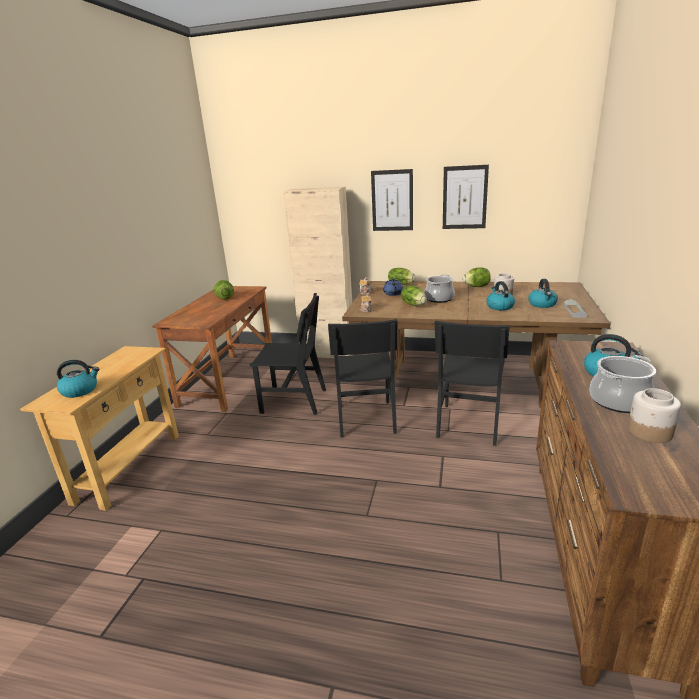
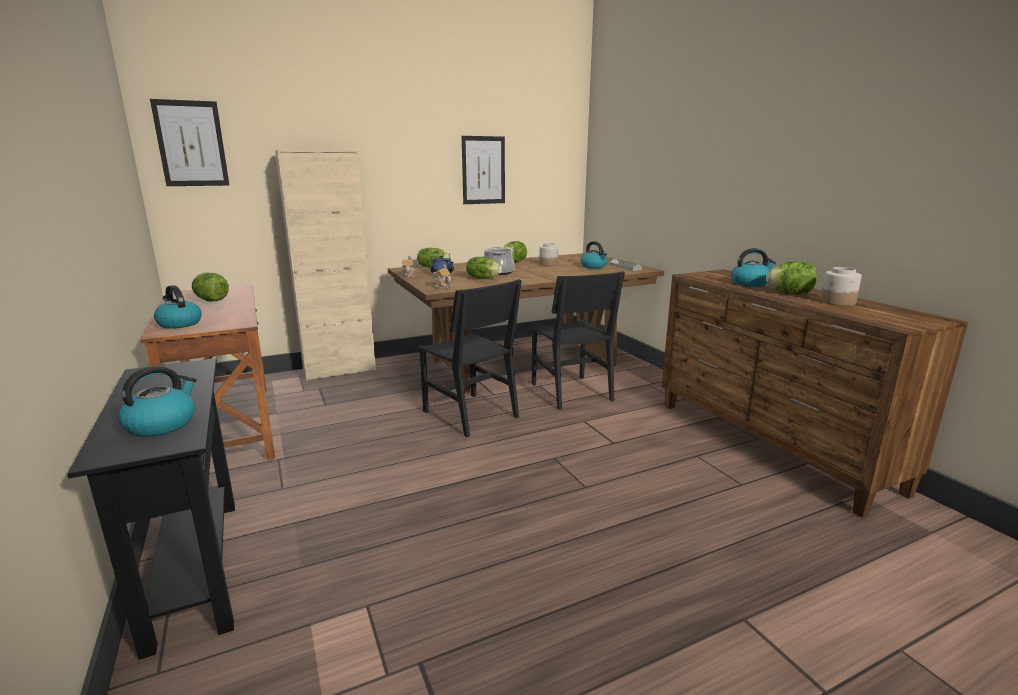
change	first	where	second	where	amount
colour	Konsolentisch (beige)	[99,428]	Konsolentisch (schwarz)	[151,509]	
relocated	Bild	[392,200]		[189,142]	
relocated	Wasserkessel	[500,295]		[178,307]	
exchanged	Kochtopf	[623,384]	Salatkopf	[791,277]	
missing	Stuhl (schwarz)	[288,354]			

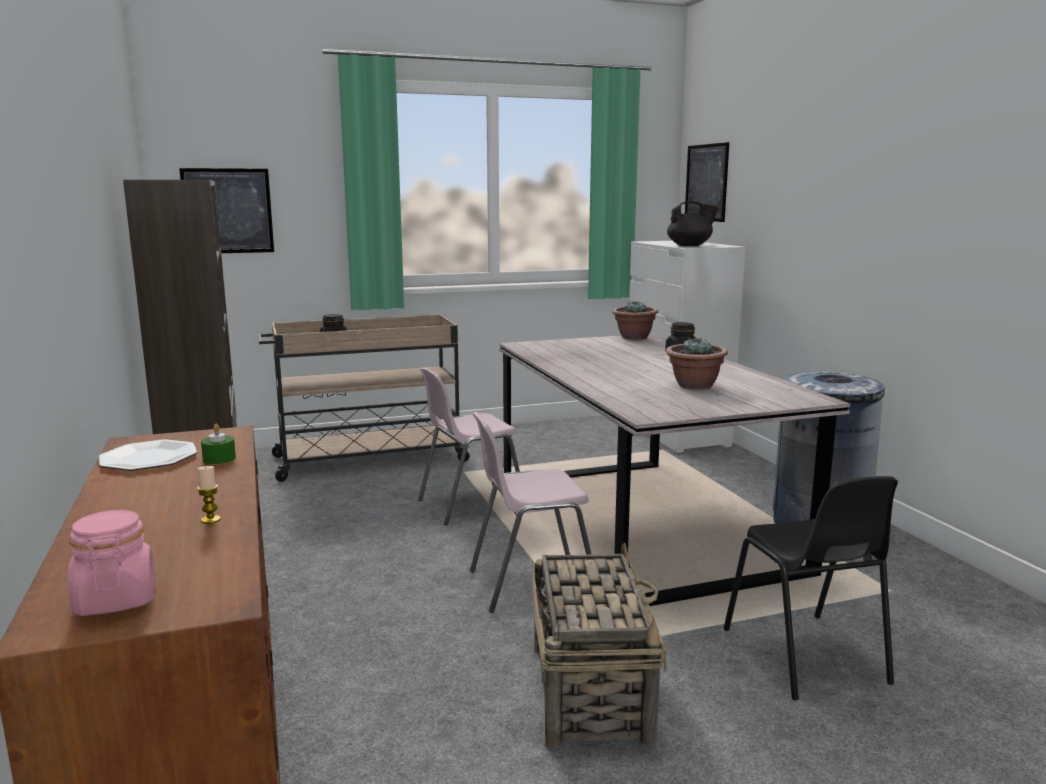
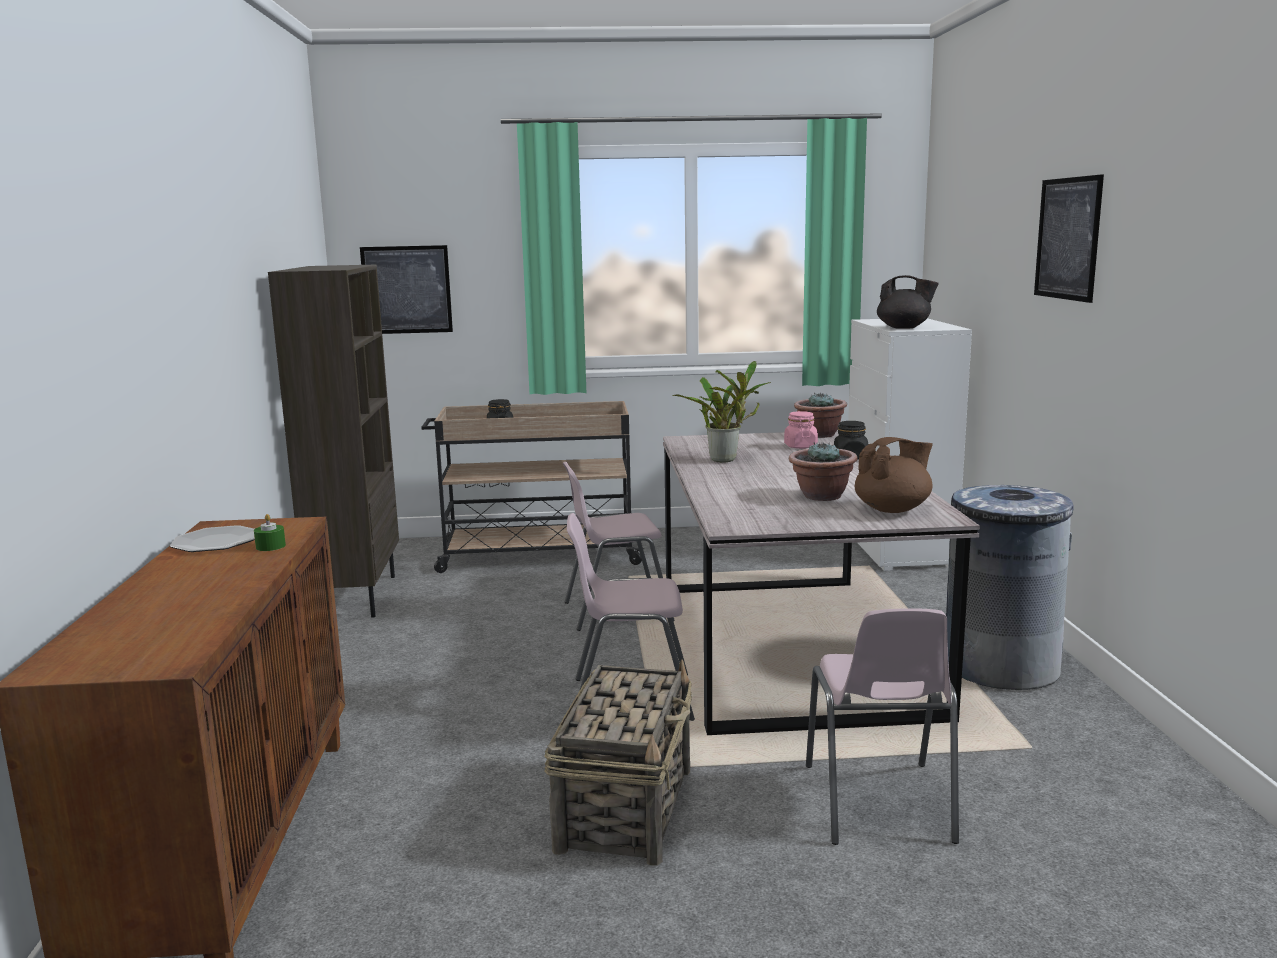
change	first	where	second	where	amount
appeared			Topfpflanze	[722,412]	
relocated	Vorratsglas (rosa)	[111,563]		[801,430]	
colour	Stuhl (schwarz)	[811,588]	Stuhl (rosa)	[882,726]	
appeared			Teekanne (braun)	[894,475]	
relocated	Bild	[707,182]		[1069,238]	
missing	Kerze	[209,495]			

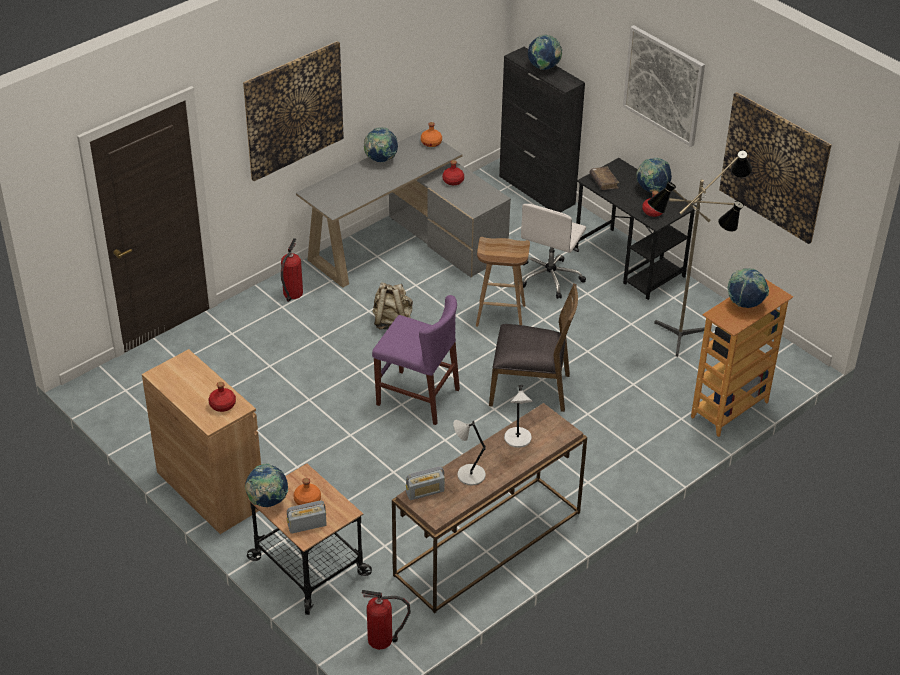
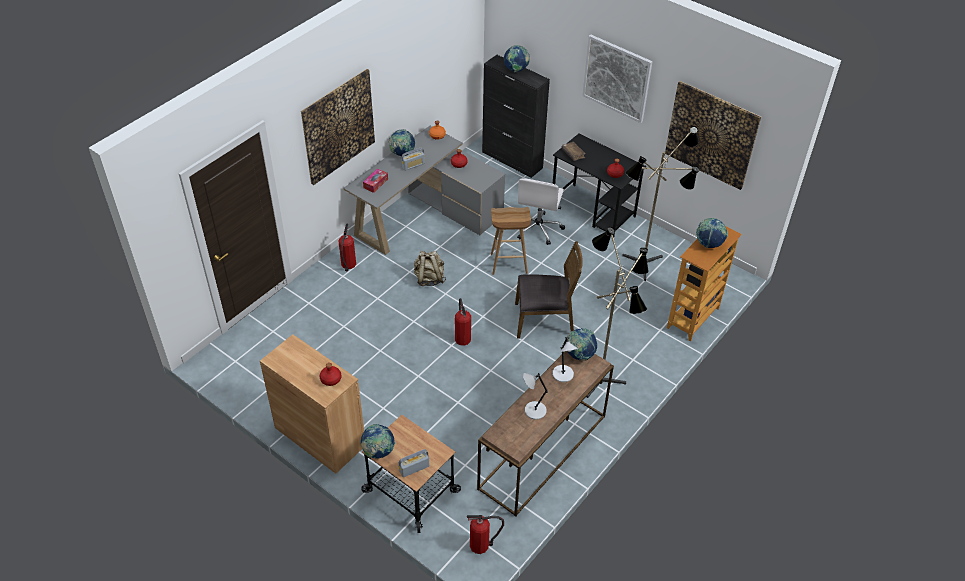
change	first	where	second	where	amount
appeared			Taschentuchbox	[375,181]	
relocated	Radio	[425,483]		[413,159]	
exchanged	Stuhl (lila)	[416,360]	Feuerlöscher	[463,322]	
relocated	Globus	[654,175]		[581,344]	
appeared			Stehlampe	[617,312]	
missing	Flasche (orange)	[307,493]			

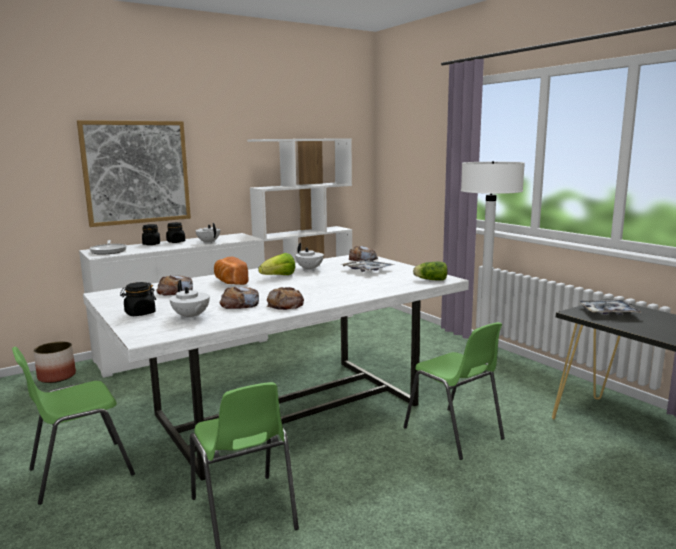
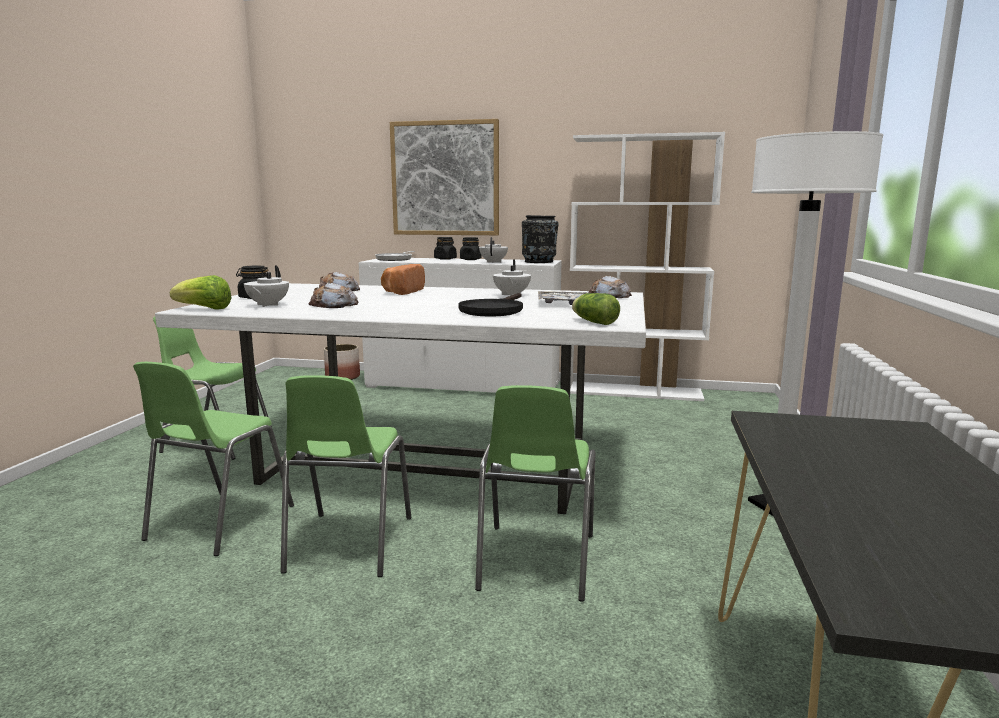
change	first	where	second	where	amount
relocated	Salatkopf	[276,264]		[200,292]	
appeared			Stuhl (grün)	[346,476]	
appeared			Pfanne (schwarz)	[490,305]	
appeared			Vase (schwarz)	[540,239]	
missing	Brot	[285,298]			
missing	Tablett	[609,307]			

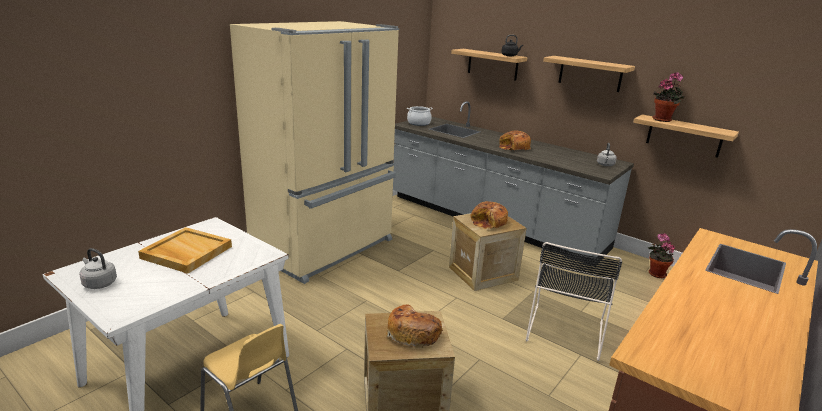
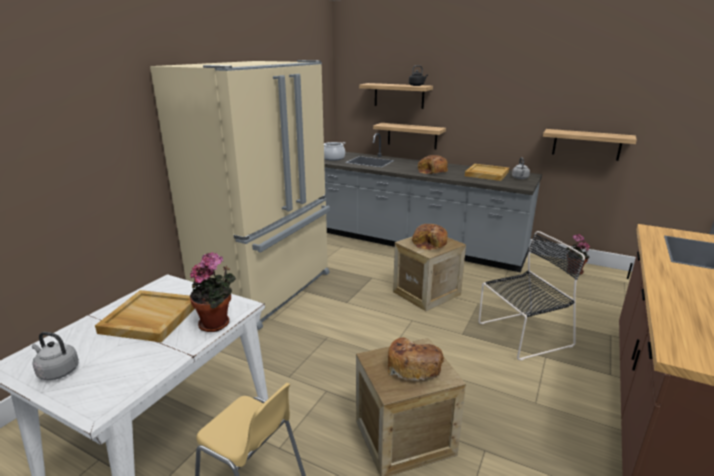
change	first	where	second	where	amount
relocated	Topfpflanze	[668,97]		[213,292]	
relocated	Wandregal	[589,74]		[409,136]	
appeared			Tablett (beige)	[487,172]	
spun	Stuhl (schwarz)	[573,301]		[532,295]	120 degrees counterclockwise

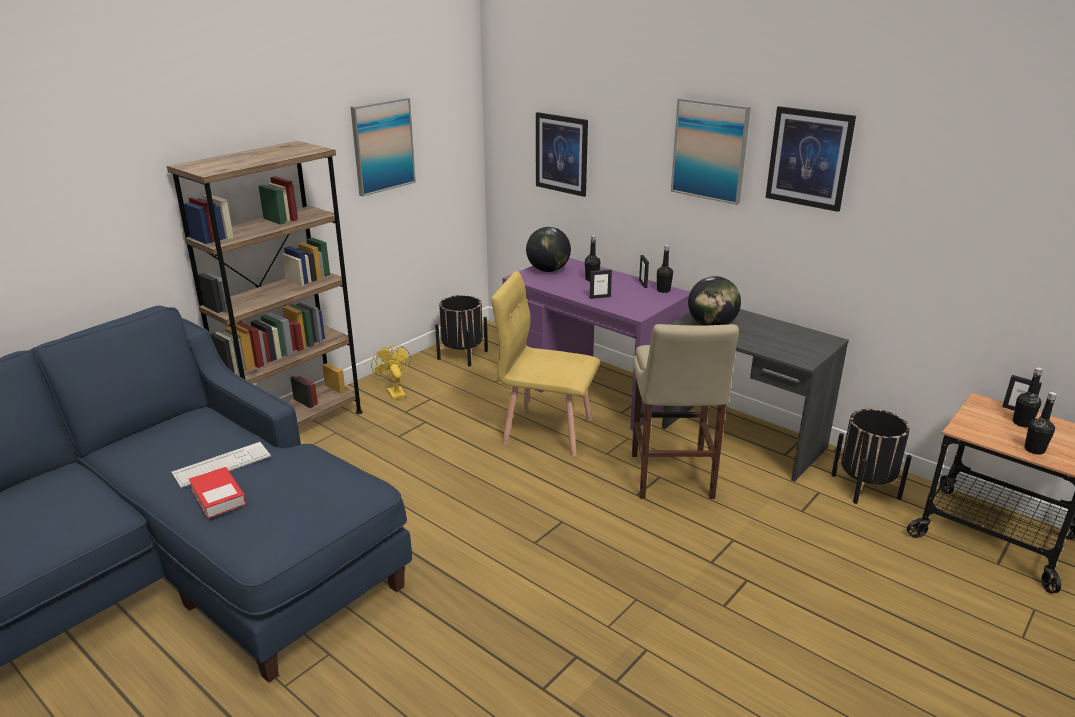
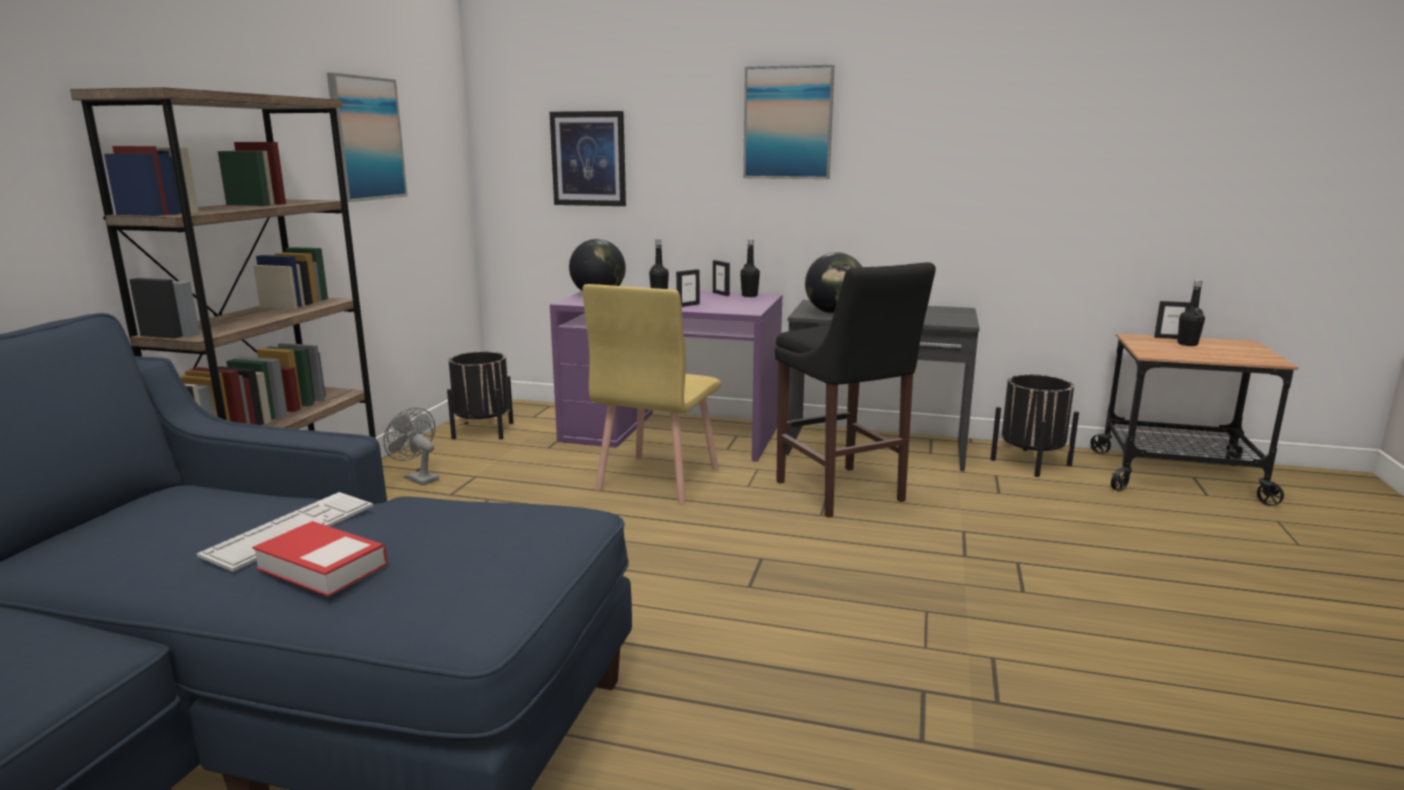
change	first	where	second	where	amount
colour	Ventilator (gelb)	[391,372]	Ventilator (grau)	[411,447]	
spun	Stuhl (gelb)	[545,363]		[652,394]	60 degrees counterclockwise
colour	Hocker (beige)	[685,411]	Hocker (schwarz)	[855,390]	
missing	Bild	[810,159]			
missing	Flasche (schwarz)	[1040,423]			

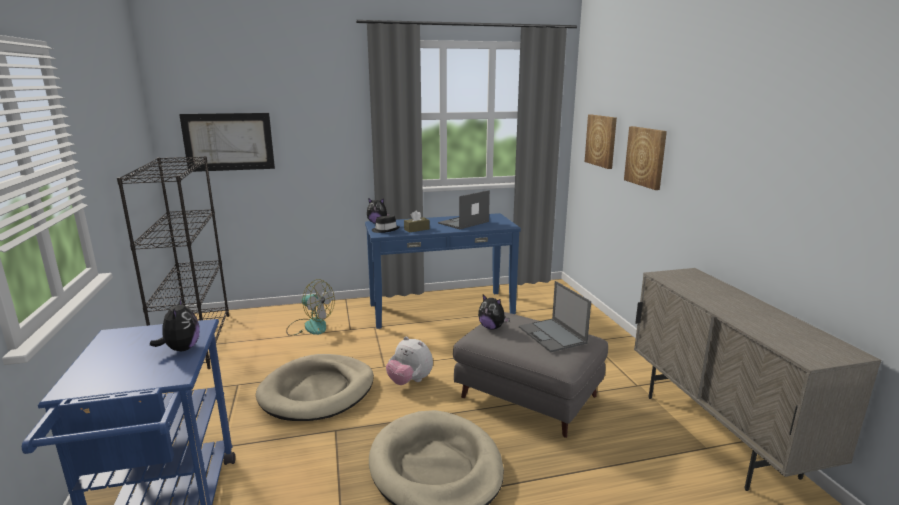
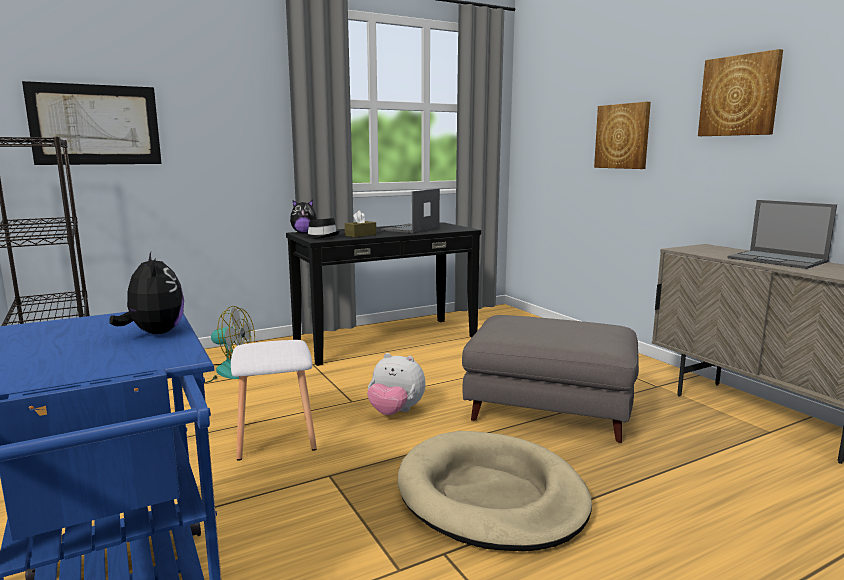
change	first	where	second	where	amount
exchanged	Hundebett (beige)	[315,387]	Hocker (weiß)	[274,400]	
colour	Konsolentisch (blau)	[443,271]	Konsolentisch (schwarz)	[383,294]	
relocated	Bild	[601,142]		[740,92]	
relocated	Laptop	[555,316]		[782,234]	
missing	Plüschtier	[493,312]			

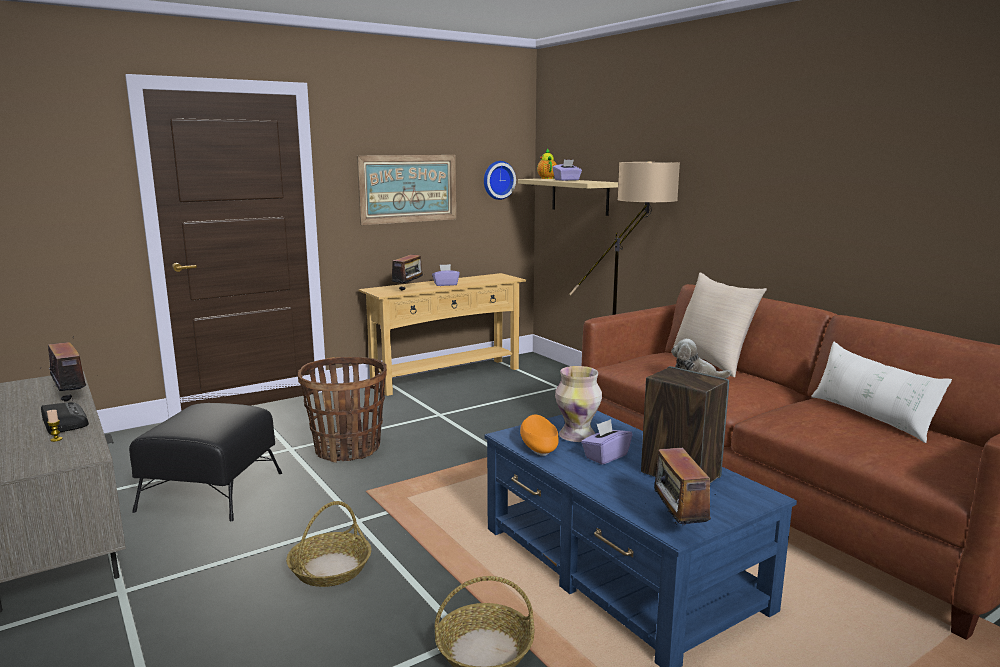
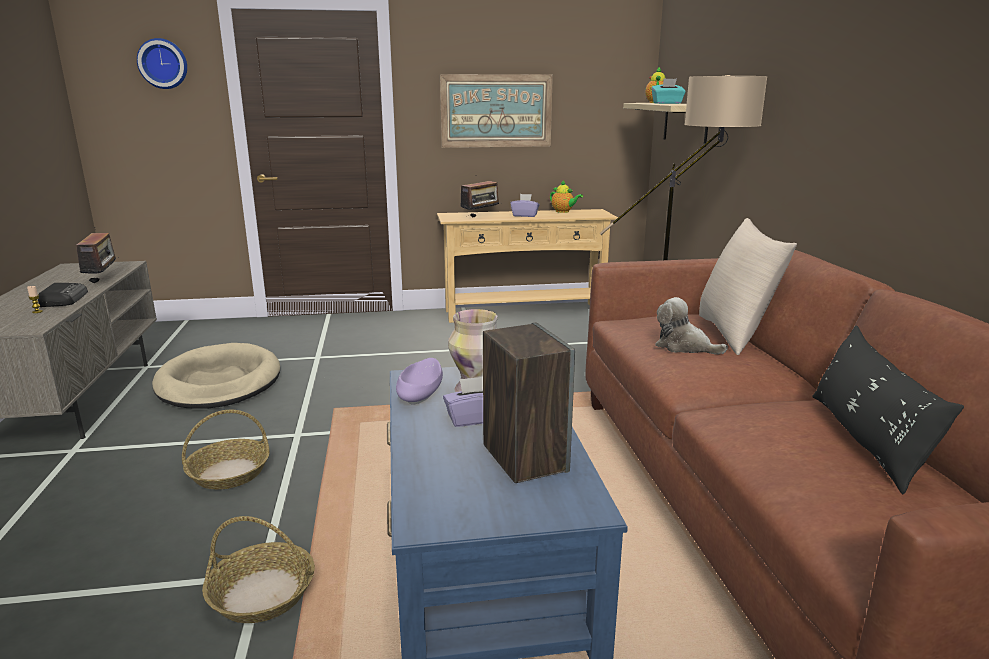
change	first	where	second	where	amount
relocated	Wanduhr	[500,180]		[162,63]	
exchanged	Polsterhocker (schwarz)	[205,462]	Hundebett (beige)	[216,376]	
colour	Schüssel (orange)	[539,435]	Schüssel (lila)	[419,381]	
appeared			Teekanne	[566,196]	
colour	Taschentuchbox (lila)	[567,170]	Taschentuchbox (türkis)	[668,91]	
colour	Kissen (weiß)	[881,392]	Kissen (schwarz)	[888,409]	
missing	Korb	[342,410]			
missing	Radio	[681,481]			

